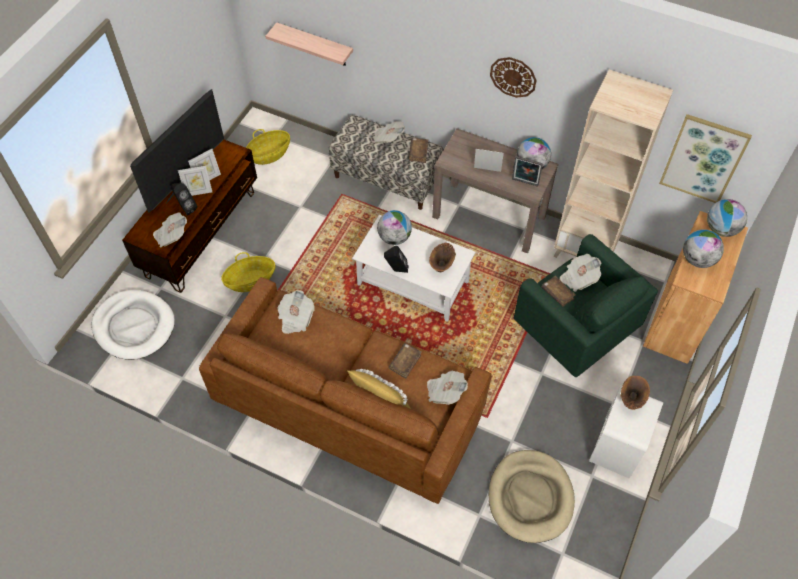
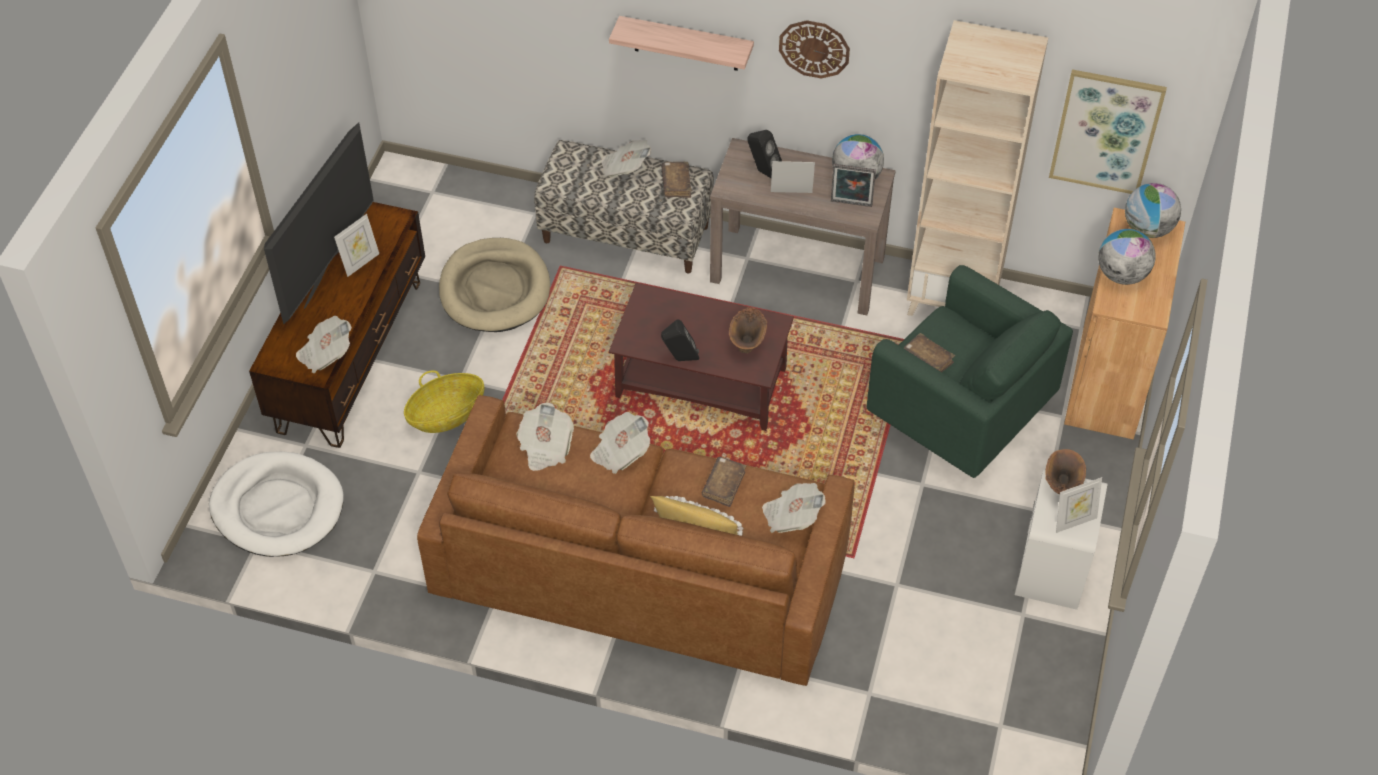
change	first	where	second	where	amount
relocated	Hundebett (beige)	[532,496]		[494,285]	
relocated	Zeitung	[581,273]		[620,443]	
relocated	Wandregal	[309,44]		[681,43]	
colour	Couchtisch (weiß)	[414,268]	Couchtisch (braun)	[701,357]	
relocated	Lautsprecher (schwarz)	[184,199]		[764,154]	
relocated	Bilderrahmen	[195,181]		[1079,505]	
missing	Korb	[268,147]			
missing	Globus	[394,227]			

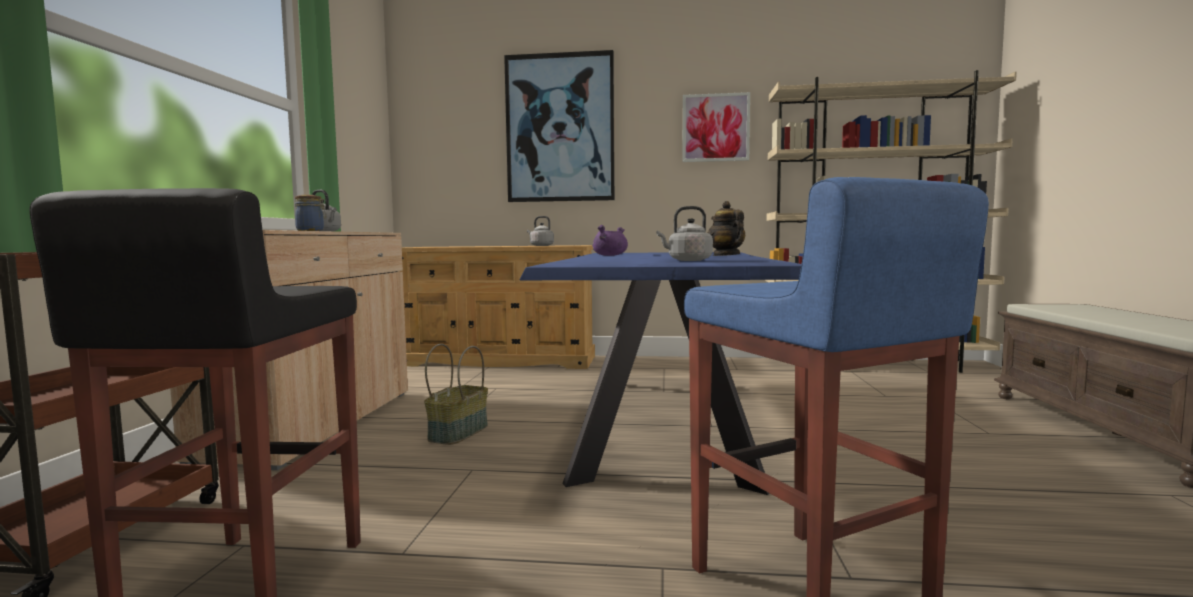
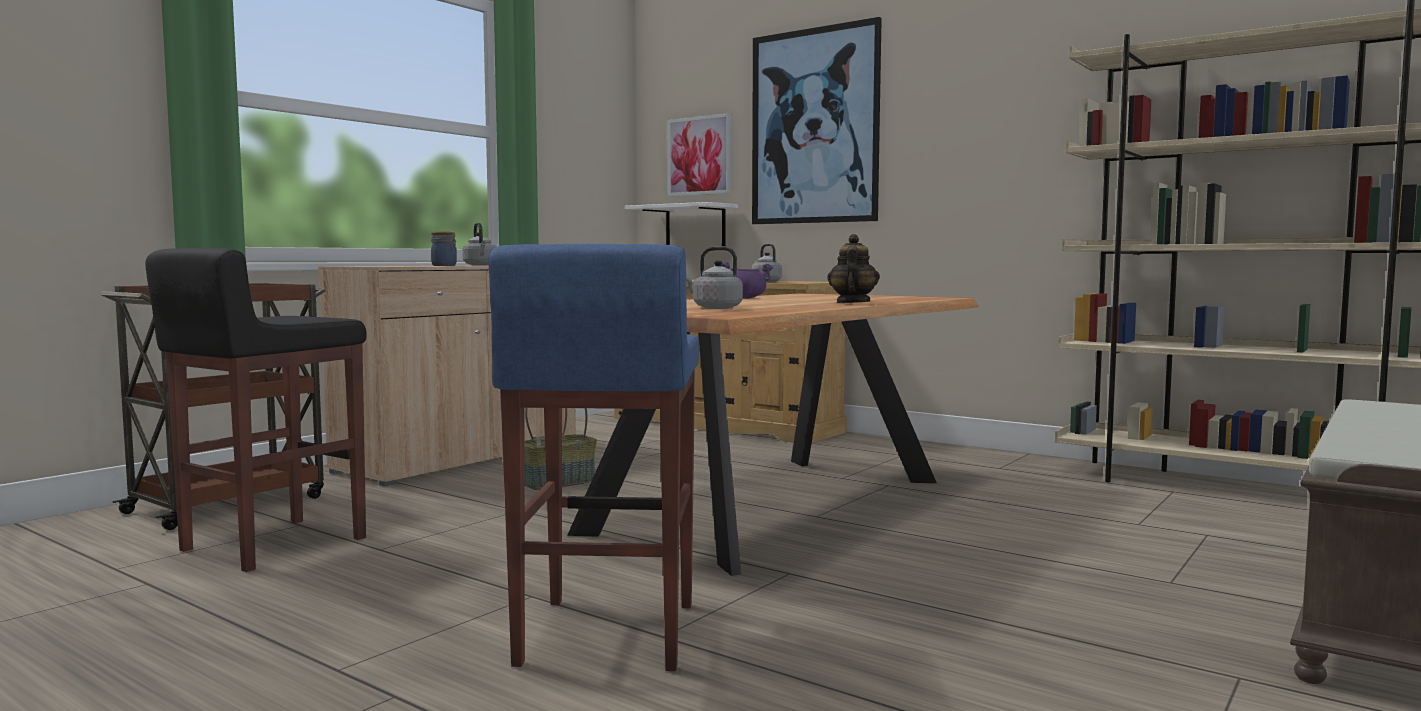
change	first	where	second	where	amount
colour	Esstisch (blau)	[660,373]	Esstisch (braun)	[773,435]	
appeared			Wandregal (weiß)	[681,224]	
relocated	Bild	[716,127]		[699,155]	

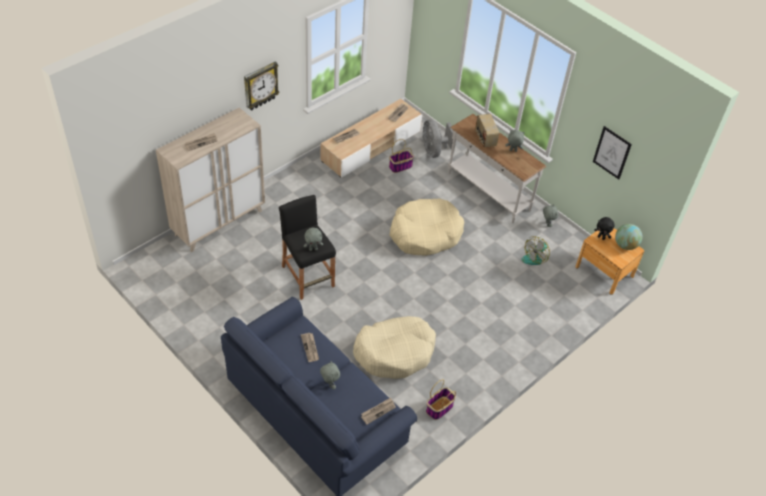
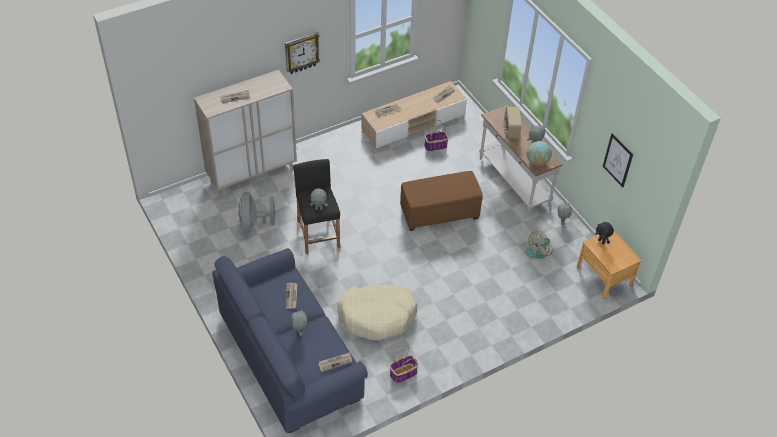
change	first	where	second	where	amount
relocated	Ventilator (grau)	[437,138]		[256,212]	
exchanged	Hundebett (beige)	[426,227]	Polsterhocker (braun)	[441,201]	
relocated	Globus	[629,237]		[539,153]	

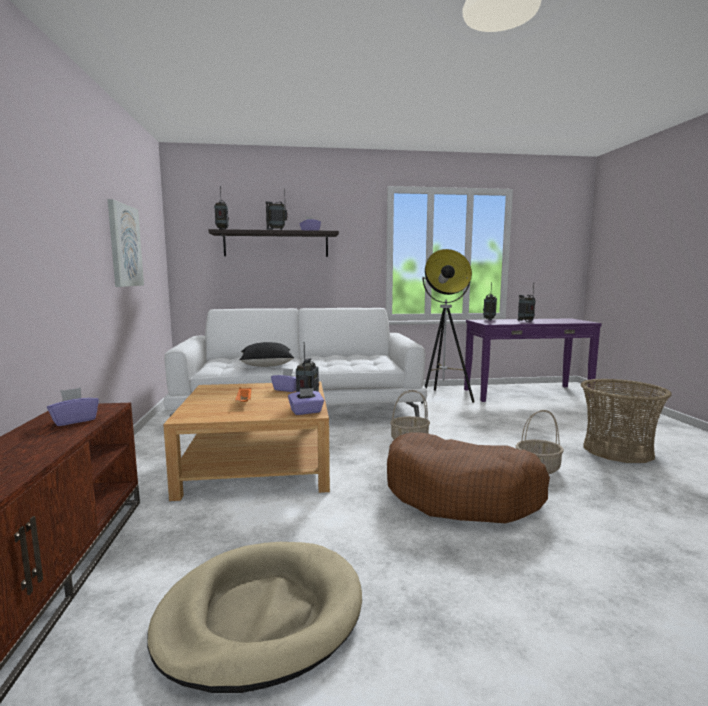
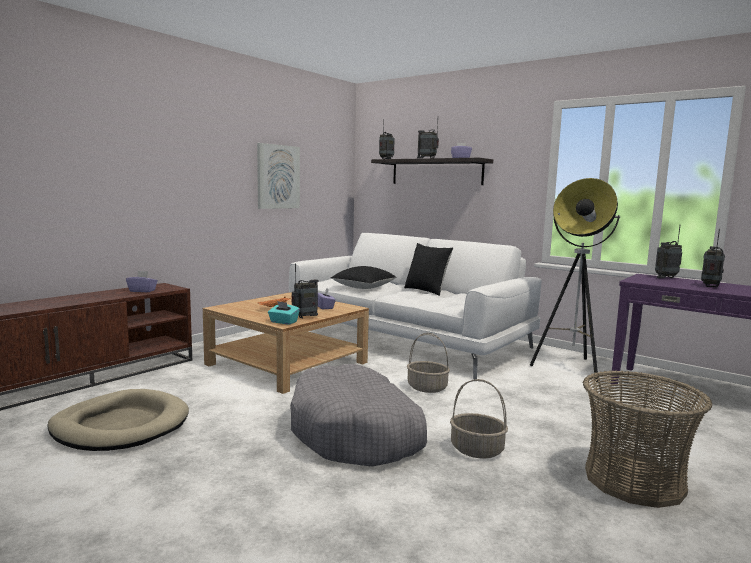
change	first	where	second	where	amount
colour	Taschentuchbox (lila)	[306,401]	Taschentuchbox (türkis)	[284,313]	
colour	Hundebett (braun)	[468,477]	Hundebett (grau)	[358,415]	
appeared			Kissen (schwarz)	[428,269]	

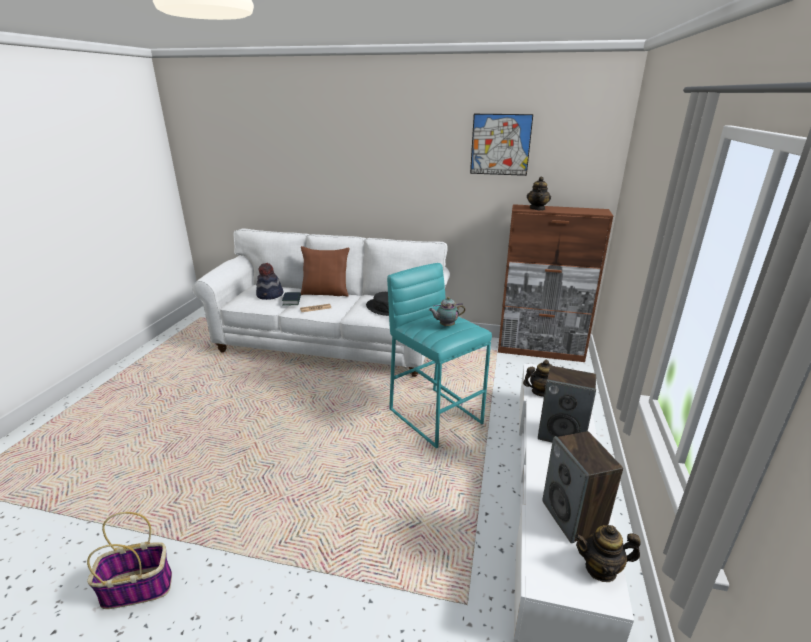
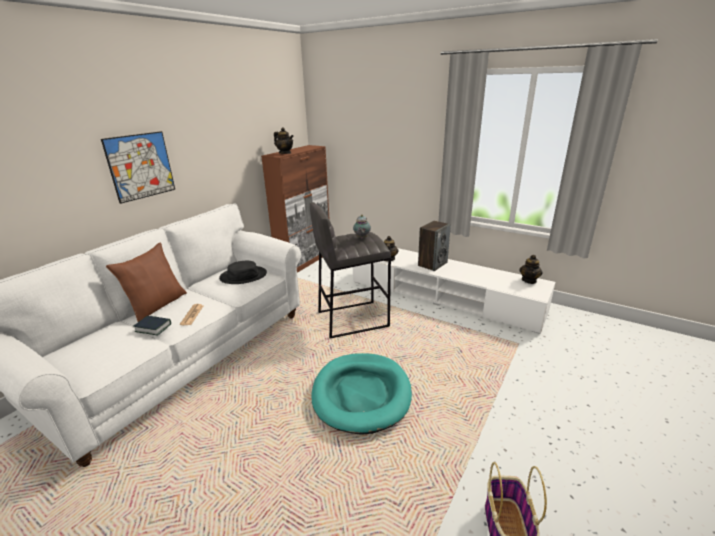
change	first	where	second	where	amount
relocated	Bild	[501,145]		[138,167]	
colour	Hocker (türkis)	[439,355]	Hocker (grau)	[350,270]	
appeared			Hundebett (türkis)	[361,394]	
missing	Hut	[269,281]			
missing	Lautsprecher	[582,487]			

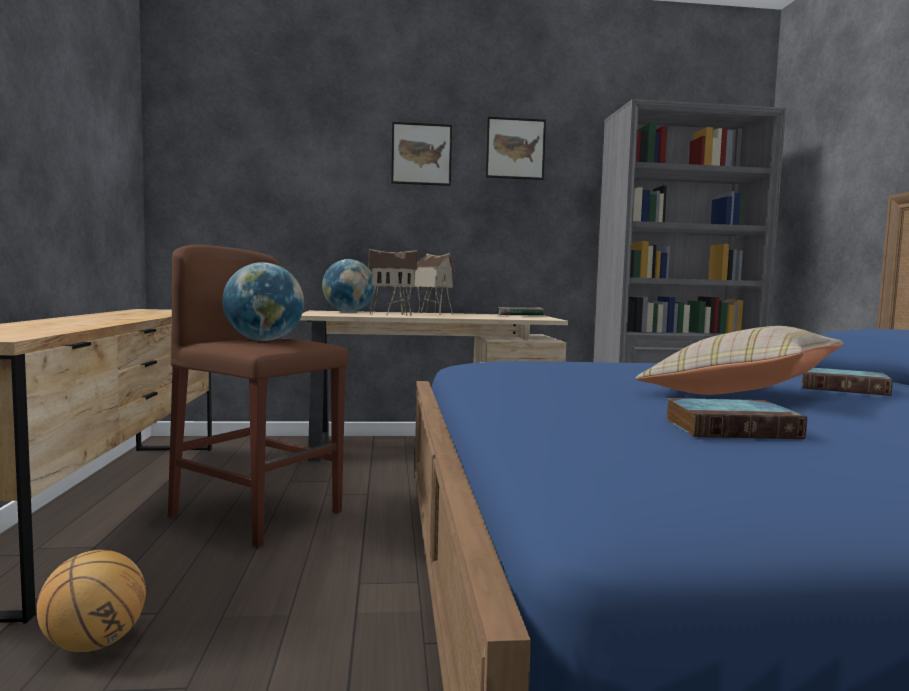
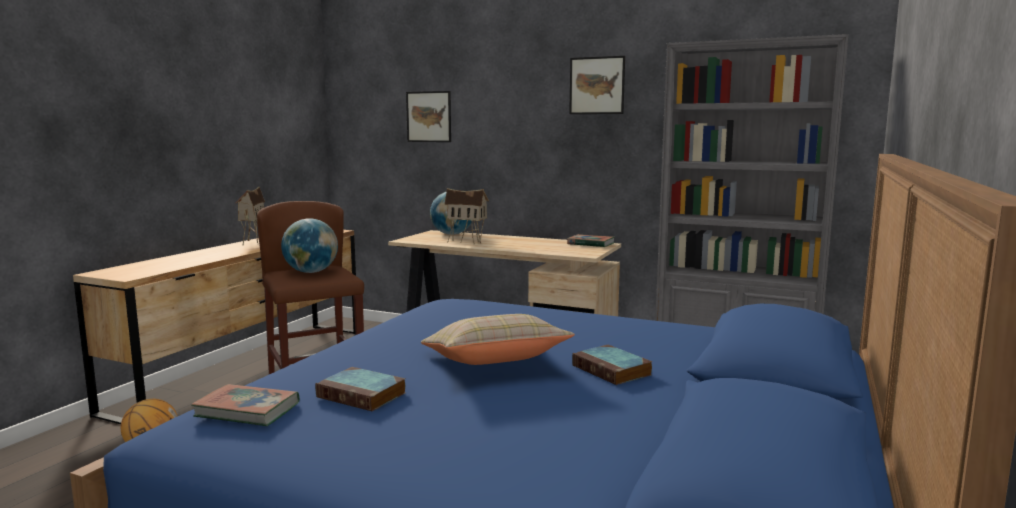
change	first	where	second	where	amount
appeared			Buch	[245,405]	
relocated	Spielzeughaus	[435,284]		[250,215]	
relocated	Bild	[421,154]		[428,116]	

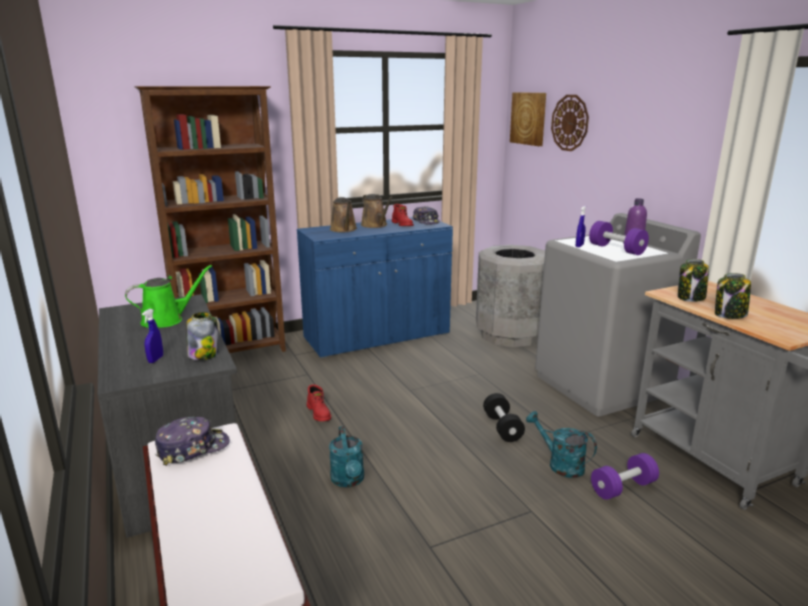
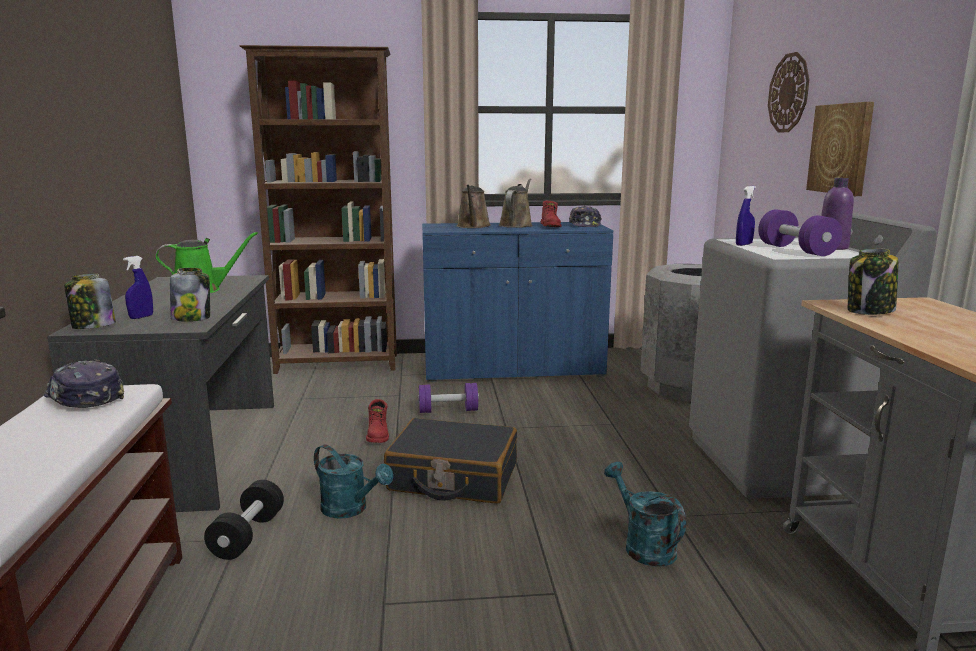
change	first	where	second	where	amount
spun	Kappe	[192,441]		[84,383]	135 degrees counterclockwise
relocated	Vorratsglas	[733,296]		[90,301]	
relocated	Hantel (schwarz)	[504,417]		[244,520]	
spun	Gießkanne (türkis)	[346,457]		[353,482]	60 degrees counterclockwise
appeared			Koffer (schwarz)	[450,460]	
relocated	Hantel (lila)	[625,476]		[448,398]	
spun	Gießkanne (braun)	[377,211]		[515,203]	150 degrees counterclockwise
relocated	Bild	[528,119]		[840,149]	

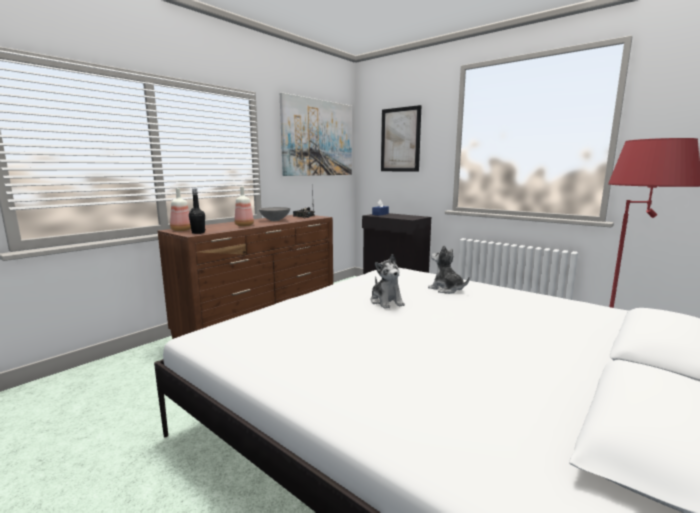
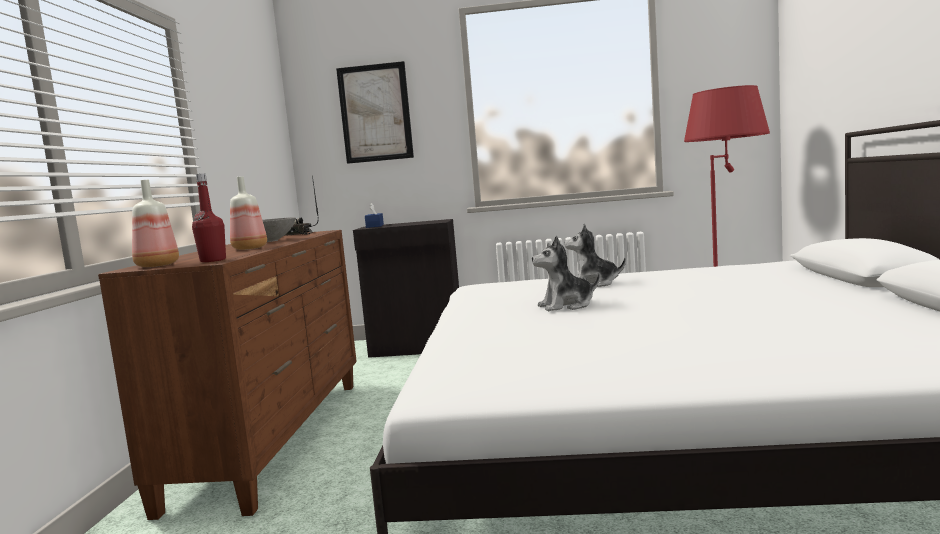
change	first	where	second	where	amount
colour	Flasche (schwarz)	[197,211]	Flasche (rot)	[209,218]	
spun	Plüschtier	[388,281]		[566,274]	135 degrees clockwise
missing	Bild	[316,134]			

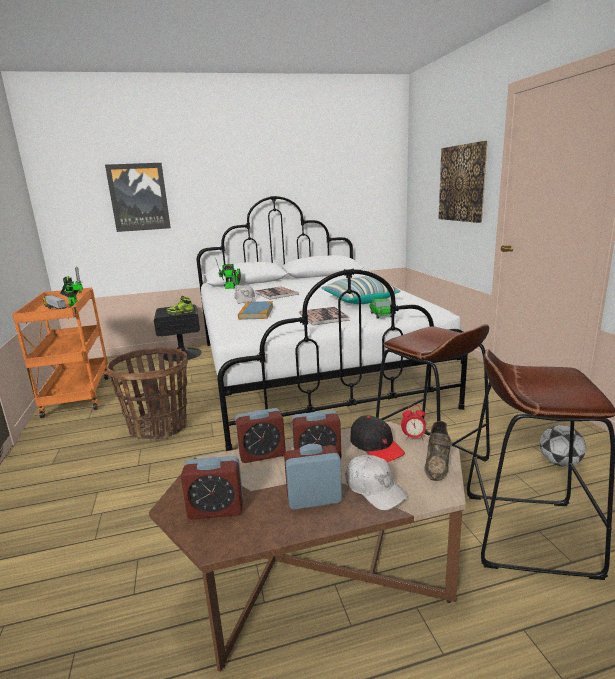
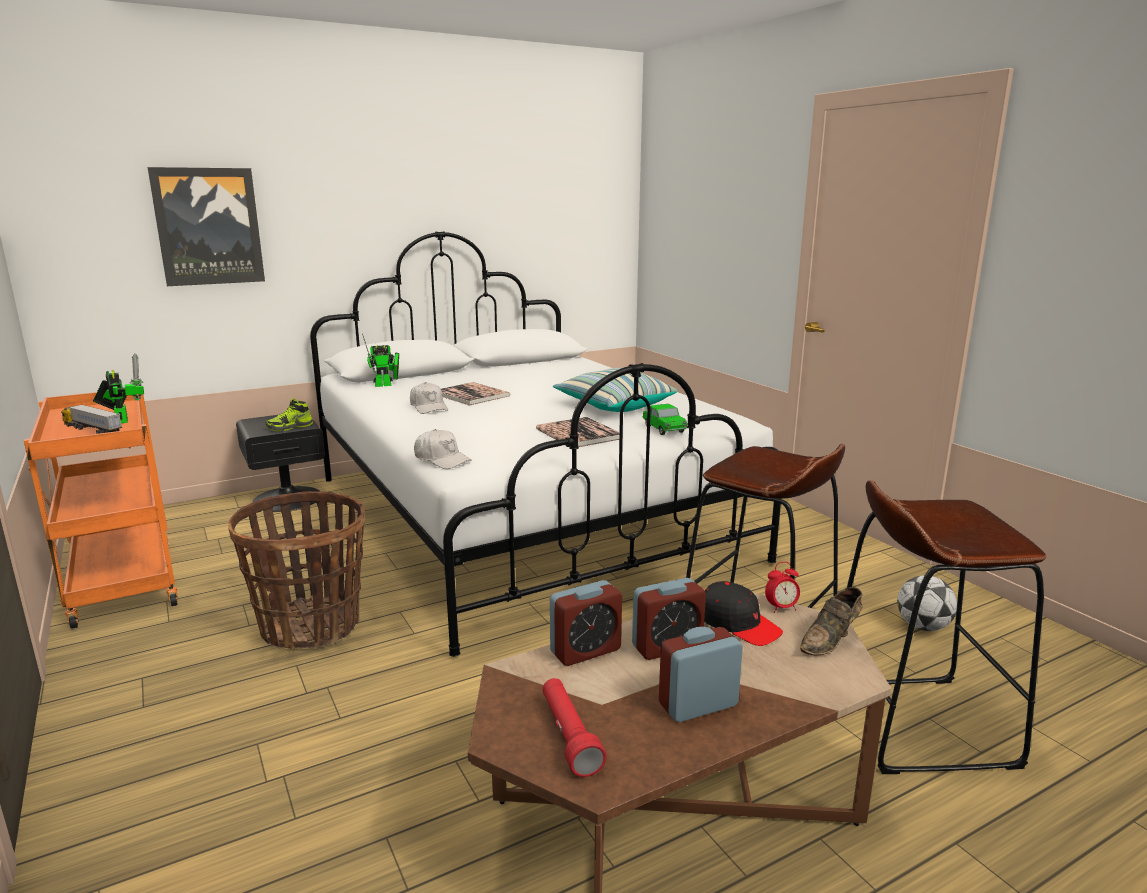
change	first	where	second	where	amount
relocated	Kappe (weiß)	[377,483]		[443,449]	
exchanged	Wecker	[212,487]	Taschenlampe (rot)	[574,727]	
spun	Schuh (braun)	[438,451]		[831,621]	45 degrees clockwise
missing	Buch	[255,310]			
missing	Bild	[463,182]			

